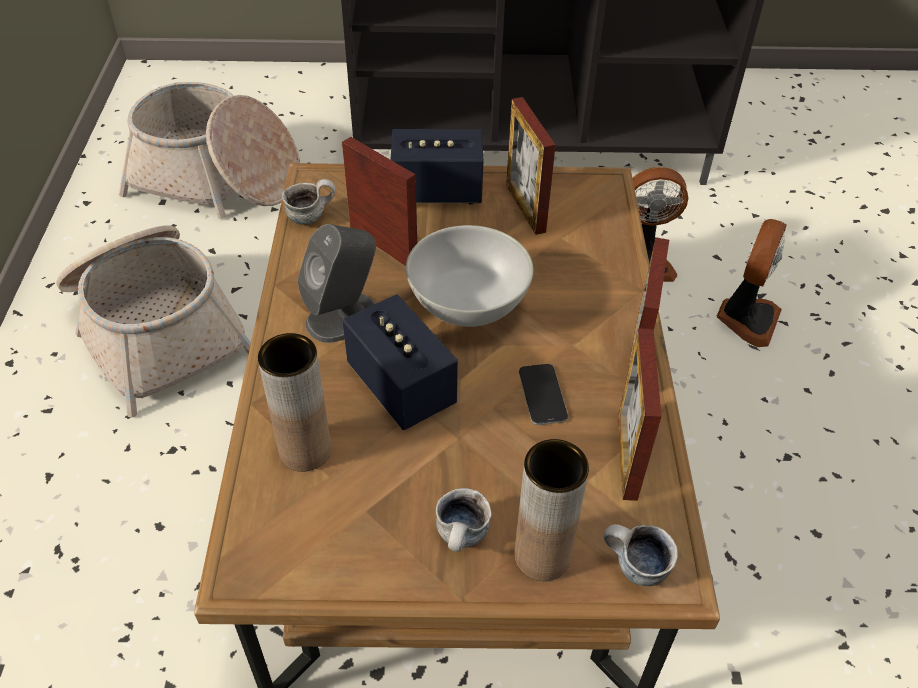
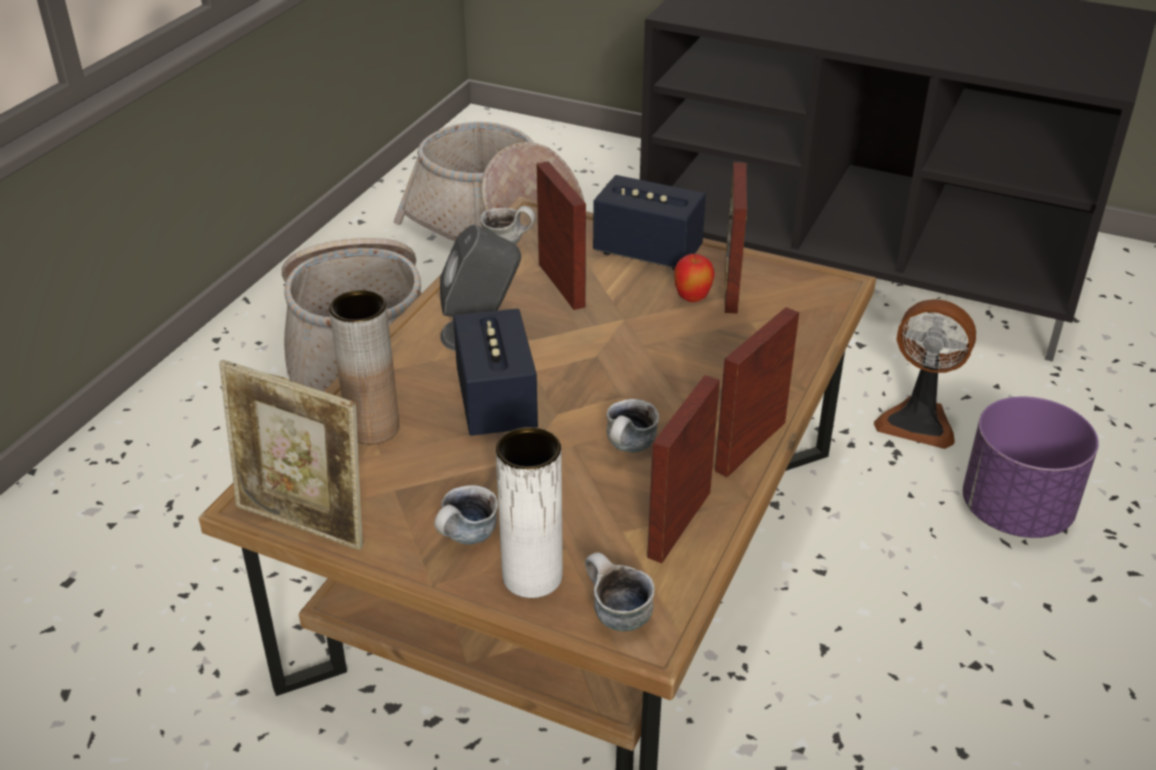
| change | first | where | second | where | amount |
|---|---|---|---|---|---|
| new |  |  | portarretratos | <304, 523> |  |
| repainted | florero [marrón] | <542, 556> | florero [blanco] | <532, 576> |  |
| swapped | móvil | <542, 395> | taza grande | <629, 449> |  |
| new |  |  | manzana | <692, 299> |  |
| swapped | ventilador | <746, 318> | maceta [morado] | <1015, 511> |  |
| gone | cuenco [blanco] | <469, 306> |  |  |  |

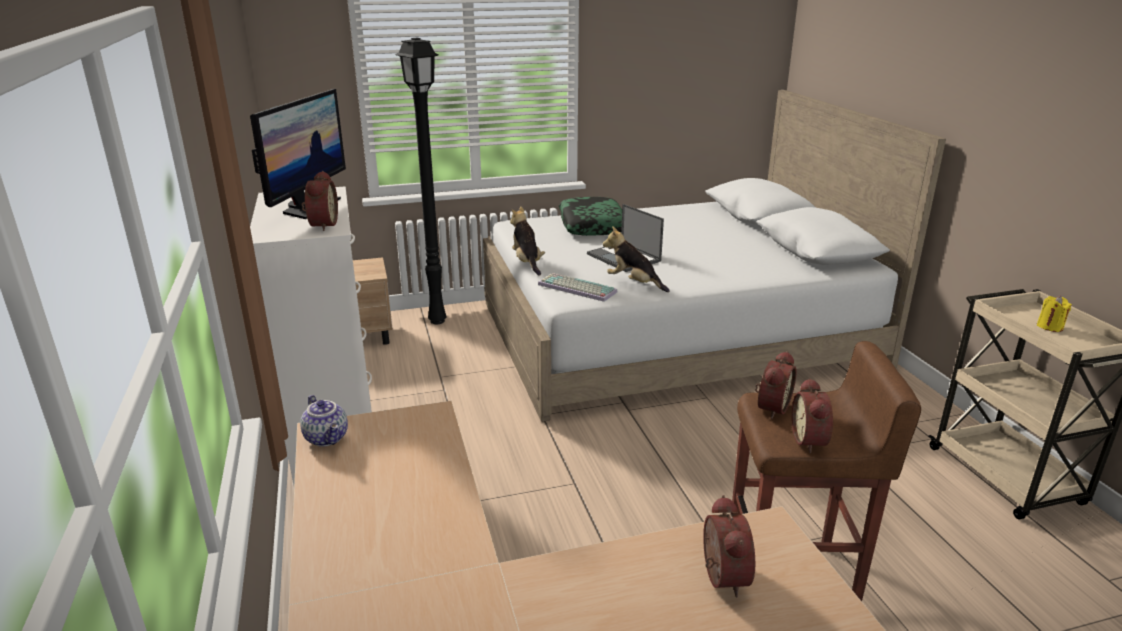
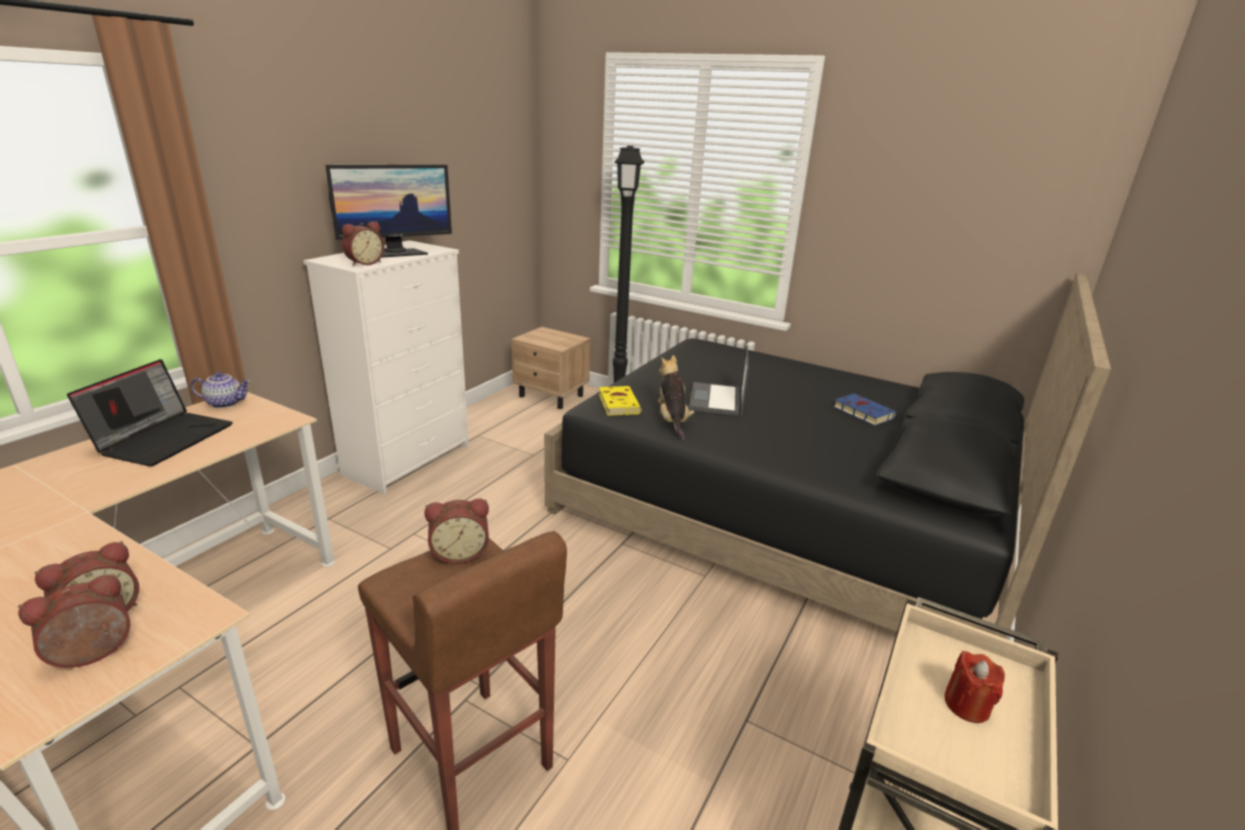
| change | first | where | second | where | amount |
|---|---|---|---|---|---|
| shifted | despertador | <811, 440> |  | <93, 655> |  |
| new |  |  | portátil | <164, 438> |  |
| rotated | tetera | <327, 438> |  | <226, 403> | 105 degrees counterclockwise |
| repainted | cama [blanco] | <674, 333> | cama [negro] | <785, 509> |  |
| swapped | teclado | <575, 288> | libro [amarillo] | <618, 403> |  |
| new |  |  | libro [azul] | <861, 412> |  |
| repainted | vela [amarillo] | <1050, 327> | vela [rojo] | <966, 705> |  |
| gone | peluche | <527, 262> |  |  |  |
| gone | cojín | <591, 225> |  |  |  |

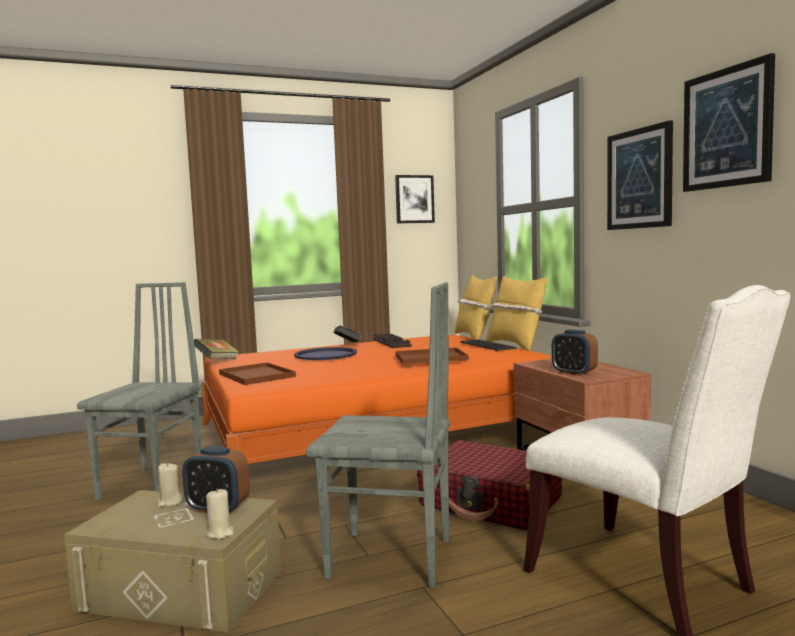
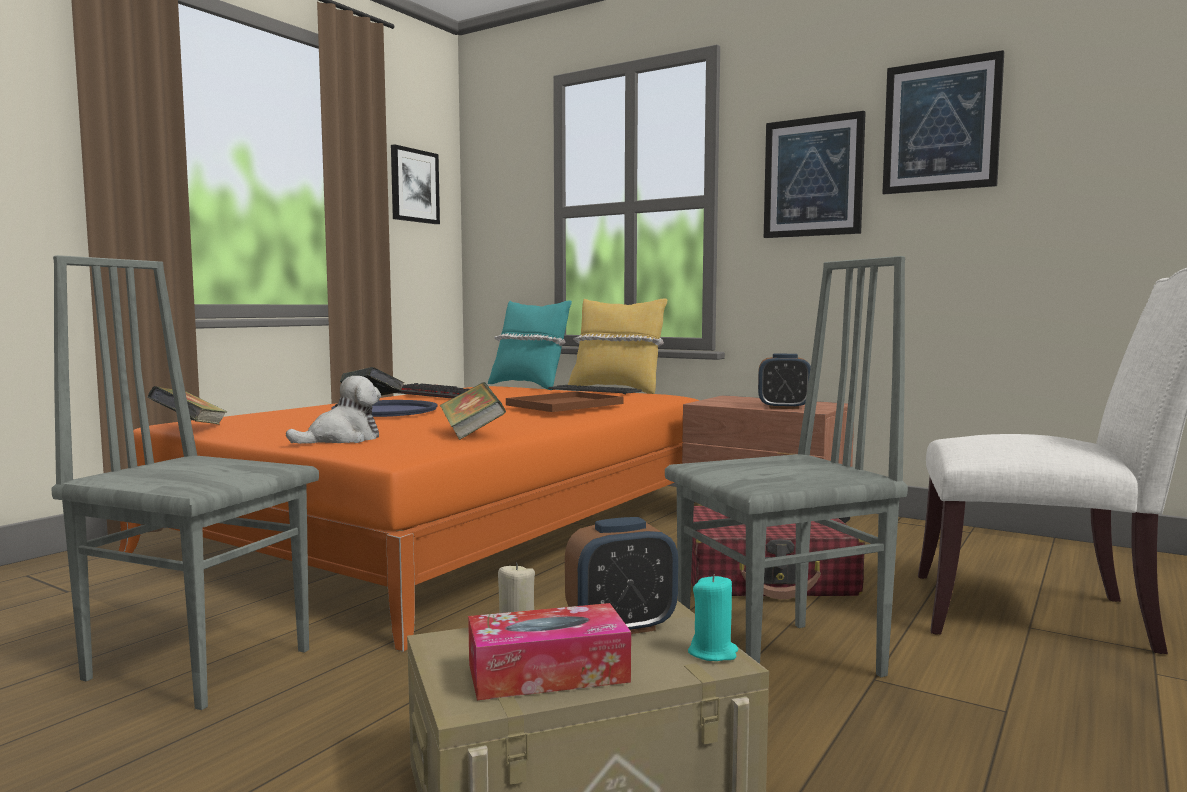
| change | first | where | second | where | amount |
|---|---|---|---|---|---|
| rotated | silla [gris] | <153, 485> |  | <200, 662> | 45 degrees counterclockwise |
| swapped | bandeja [marrón] | <255, 375> | peluche | <342, 439> |  |
| new |  |  | libro | <472, 434> |  |
| new |  |  | caja de pañuelos | <548, 673> |  |
| repainted | cojín [amarillo] | <475, 336> | cojín [turquesa] | <529, 386> |  |
| repainted | vela [beis] | <220, 533> | vela [turquesa] | <713, 652> |  |

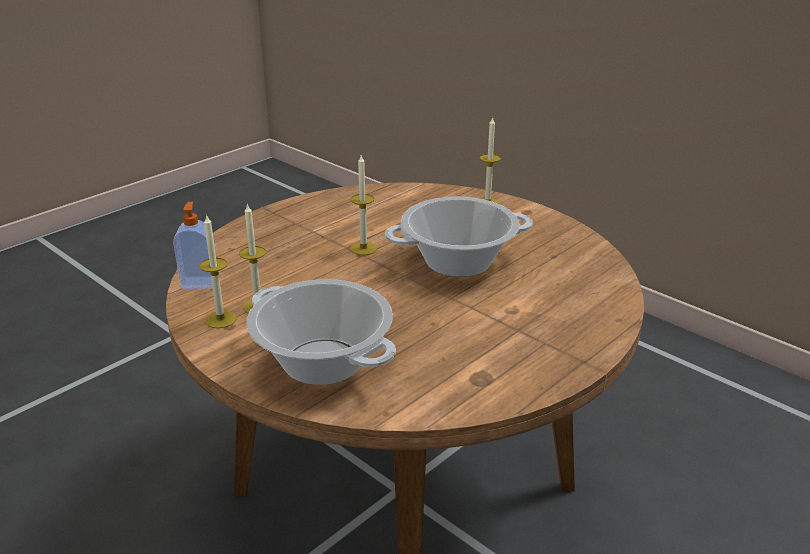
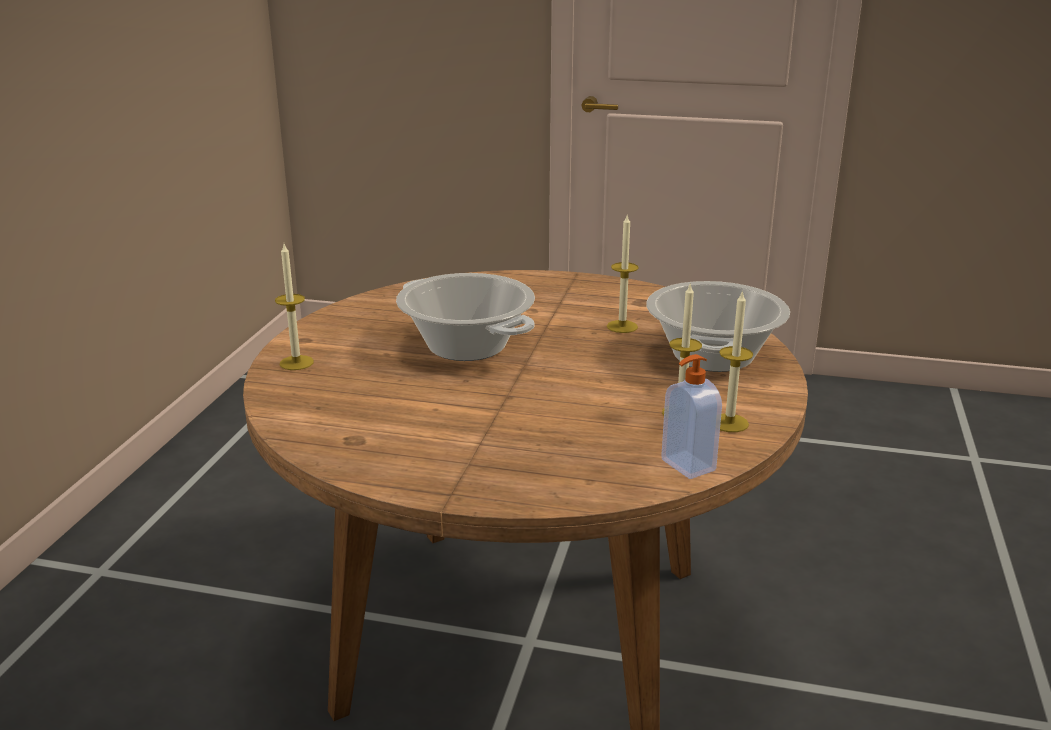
| change | first | where | second | where | amount |
|---|---|---|---|---|---|
| shifted | vela | <363, 248> |  | <622, 326> |  |

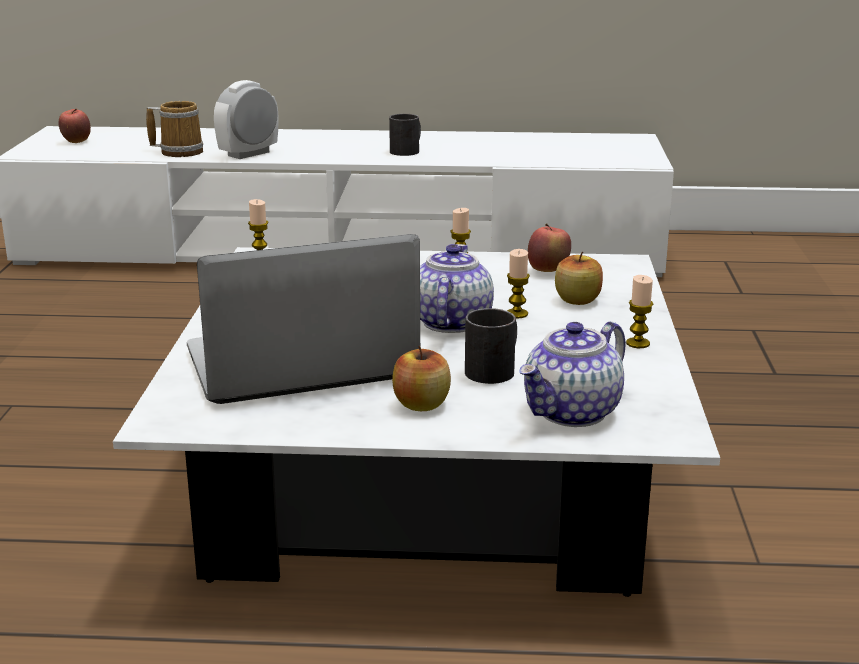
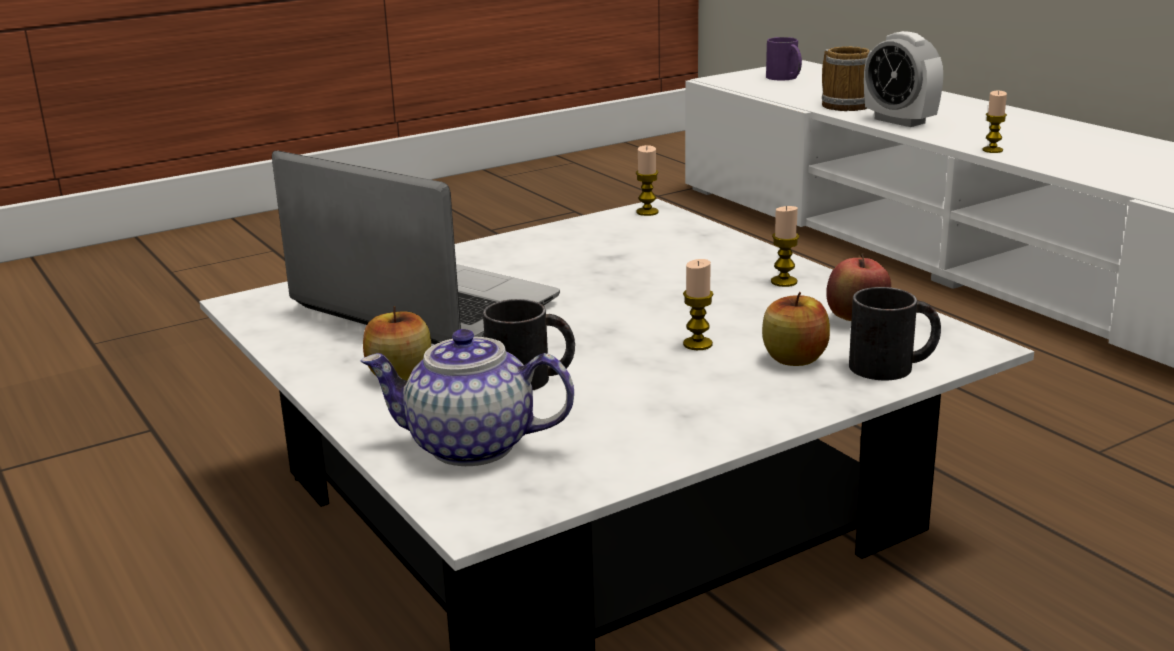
| change | first | where | second | where | amount |
|---|---|---|---|---|---|
| swapped | manzana | <76, 142> | taza grande [morado] | <785, 78> |  |
| shifted | taza grande [negro] | <408, 150> |  | <893, 366> |  |
| rotated | despertador | <248, 154> |  | <899, 121> | 135 degrees counterclockwise |
| shifted | vela | <638, 343> |  | <992, 150> |  |
| gone | tetera | <450, 322> |  |  |  |

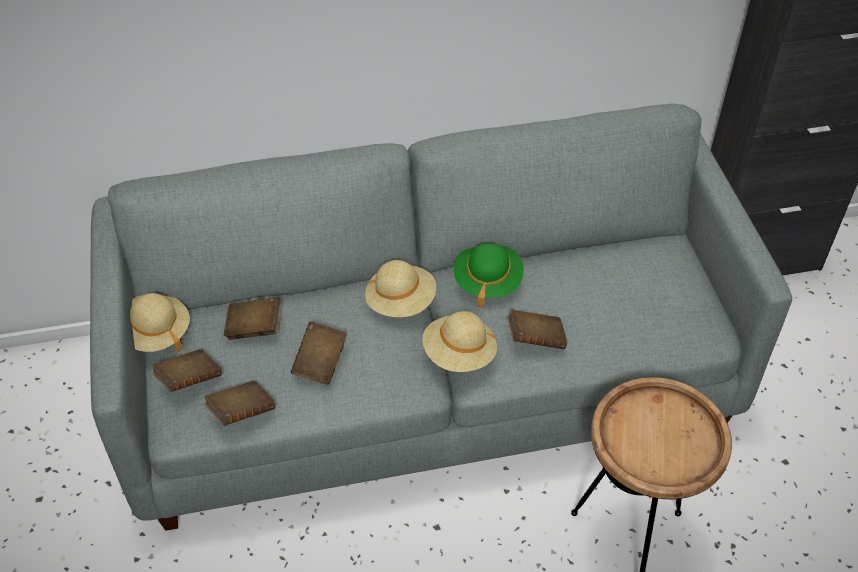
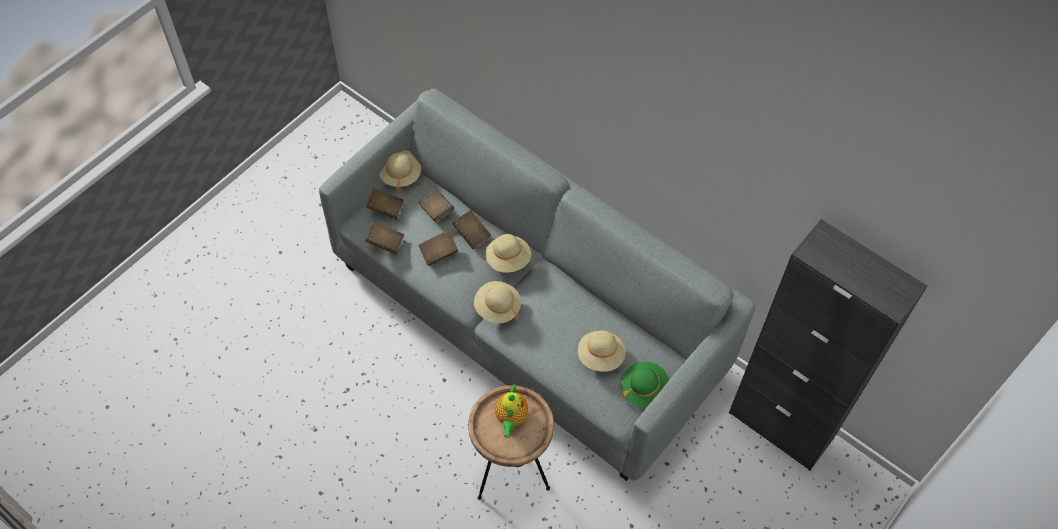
| change | first | where | second | where | amount |
|---|---|---|---|---|---|
| shifted | libro [marrón] | <535, 339> |  | <471, 235> |  |
| new |  |  | tetera | <511, 418> |  |
| new |  |  | sombrero [beis] | <600, 356> |  |
| shifted | sombrero [verde] | <487, 281> |  | <644, 389> |  |

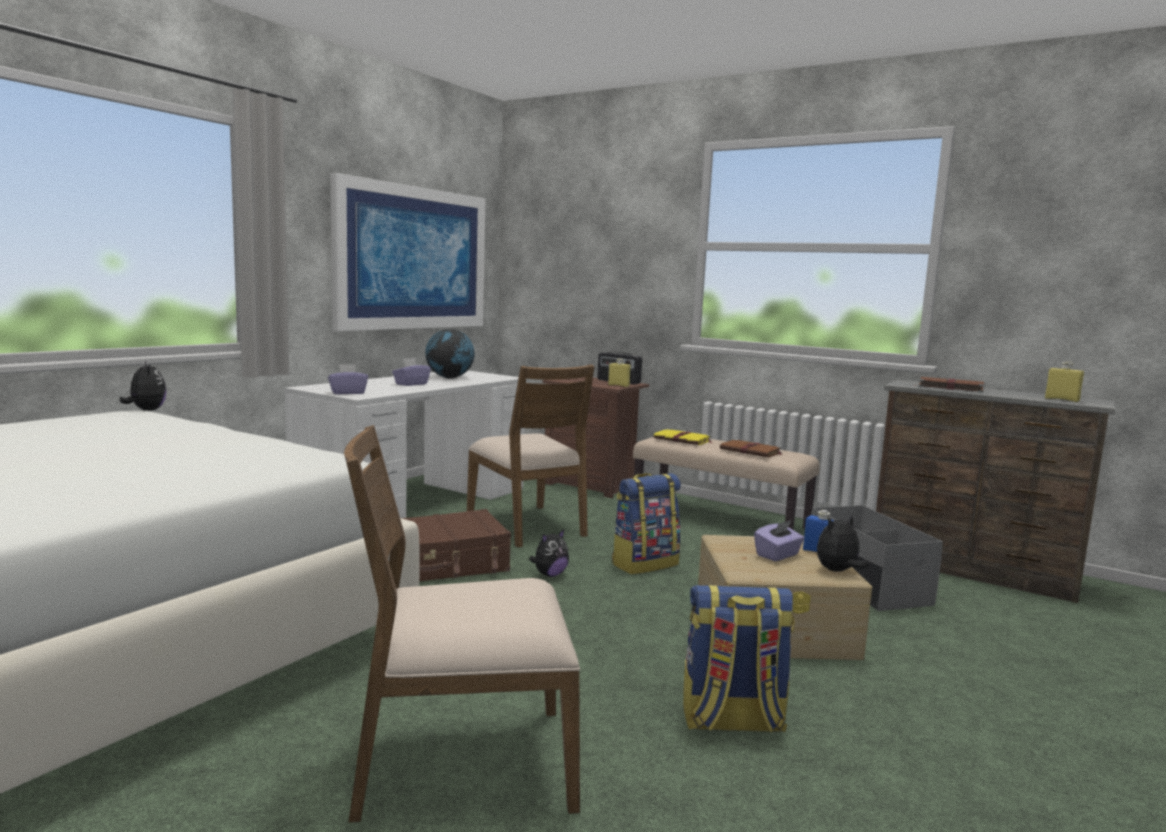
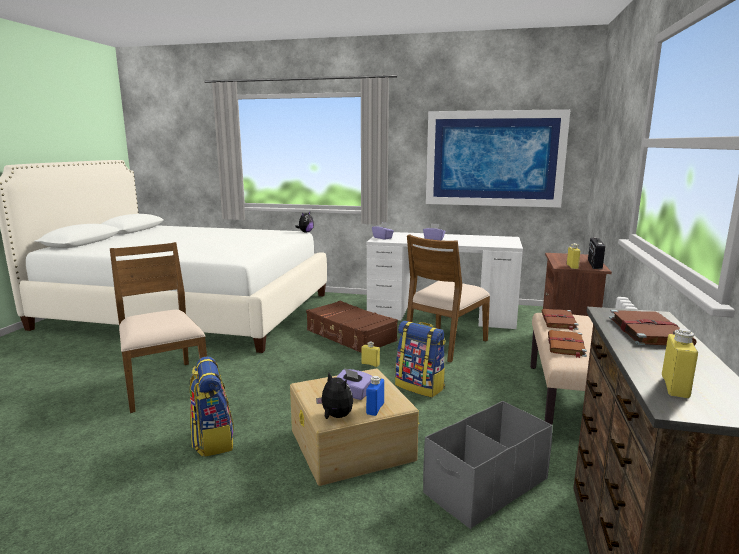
| change | first | where | second | where | amount |
|---|---|---|---|---|---|
| swapped | peluche | <549, 575> | botella [amarillo] | <370, 364> |  |
| repainted | libro [amarillo] | <683, 440> | libro [marrón] | <559, 321> |  |
| gone | globo terráqueo | <450, 377> |  |  |  |

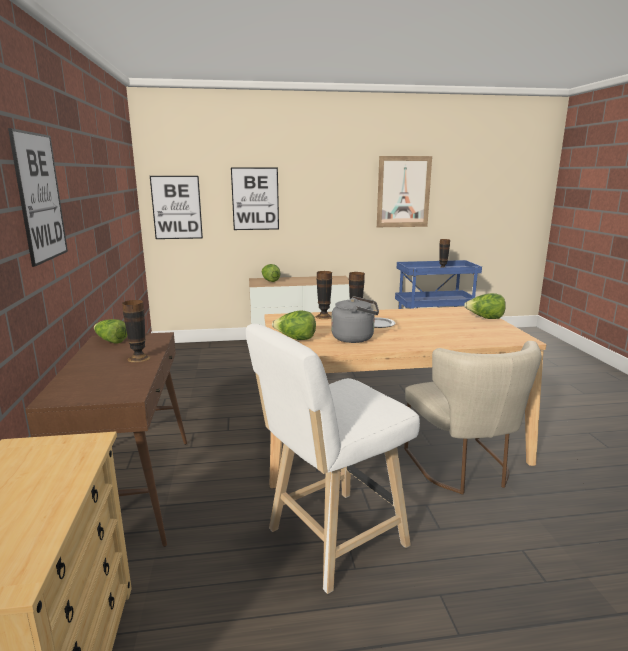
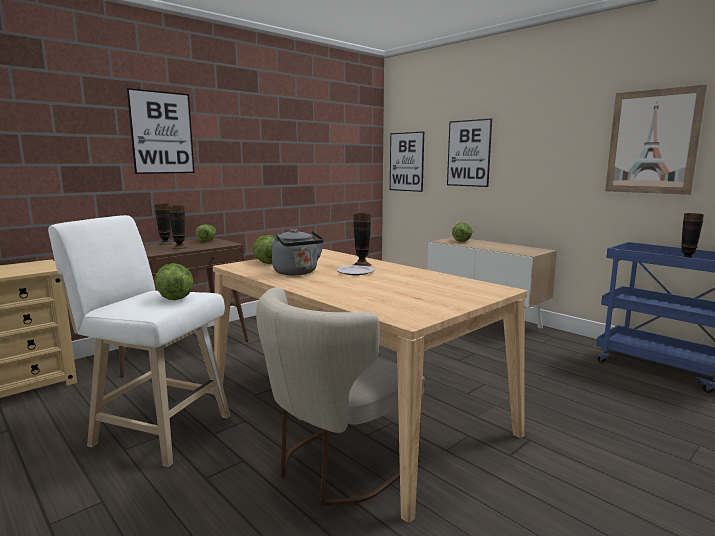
| change | first | where | second | where | amount |
|---|---|---|---|---|---|
| shifted | florero | <324, 316> |  | <165, 245> |  |
| shifted | lechuga | <485, 318> |  | <175, 297> |  |

